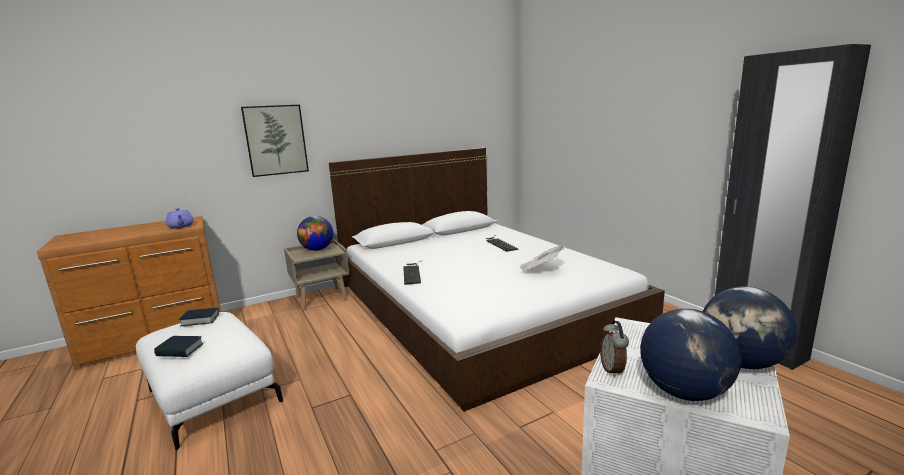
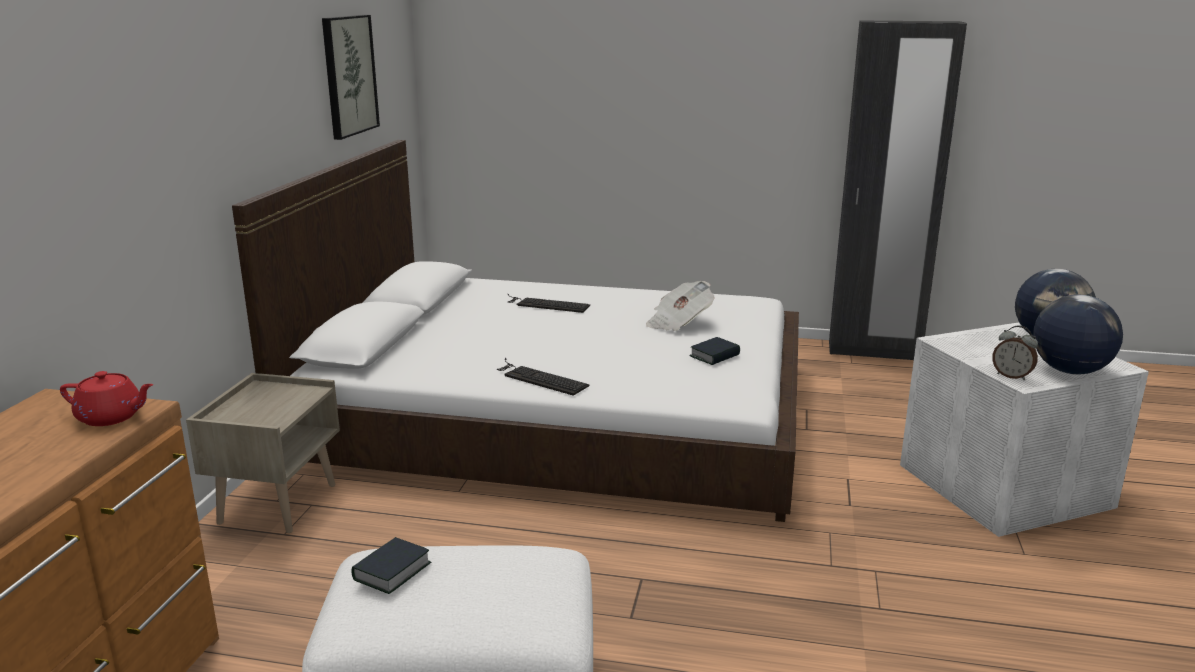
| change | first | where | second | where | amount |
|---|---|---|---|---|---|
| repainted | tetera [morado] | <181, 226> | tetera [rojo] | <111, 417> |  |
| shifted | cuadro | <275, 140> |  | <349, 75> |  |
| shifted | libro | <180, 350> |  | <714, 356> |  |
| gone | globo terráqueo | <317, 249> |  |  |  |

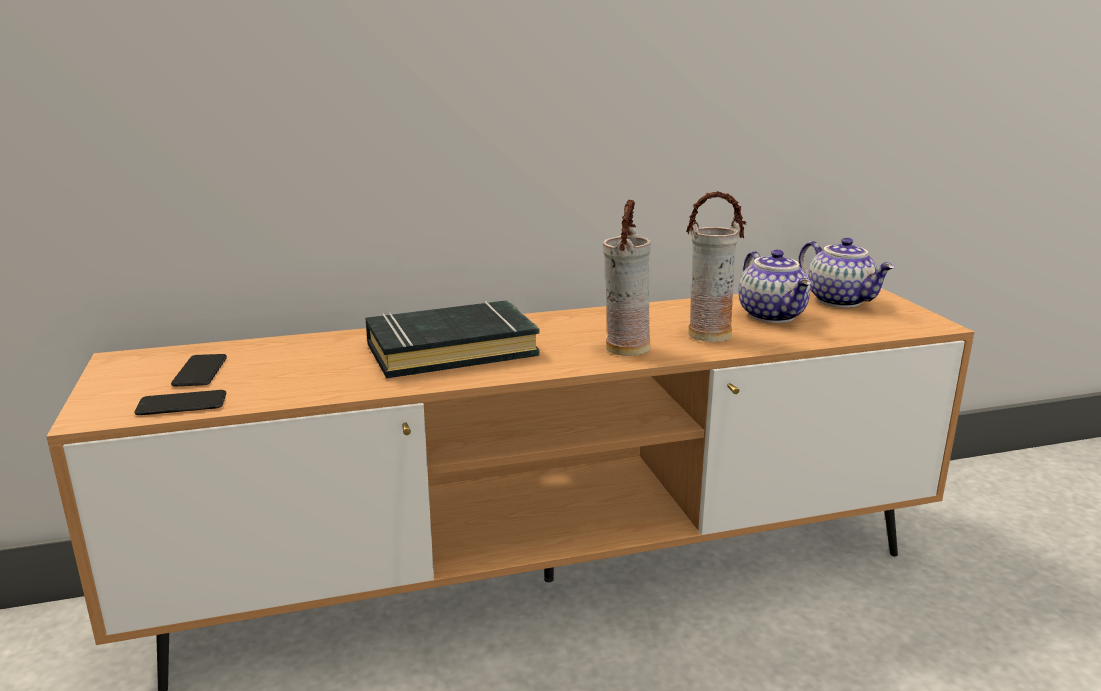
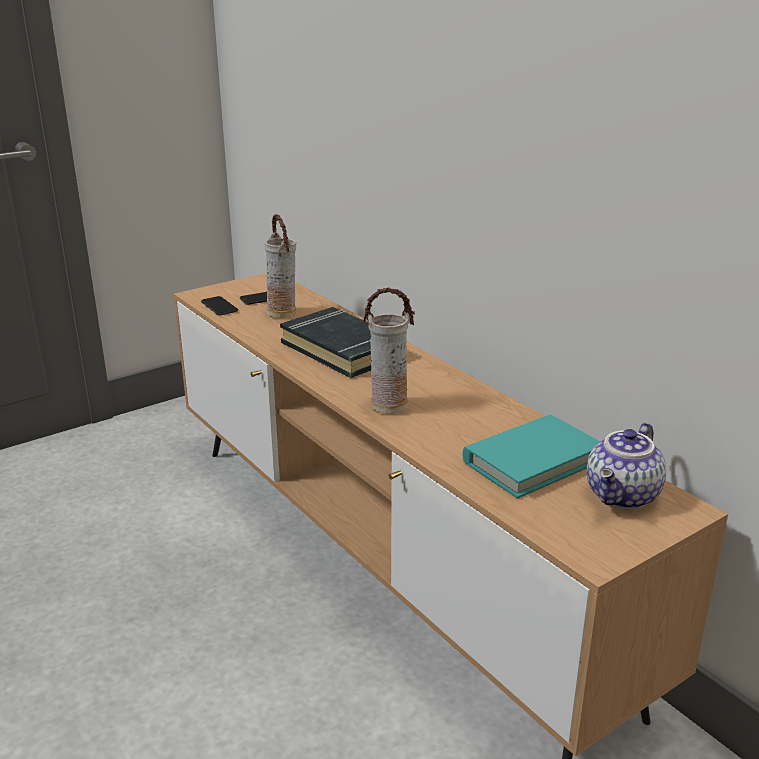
| change | first | where | second | where | amount |
|---|---|---|---|---|---|
| shifted | florero | <709, 335> |  | <283, 313> |  |
| swapped | tetera | <773, 315> | libro [turquesa] | <532, 461> |  |

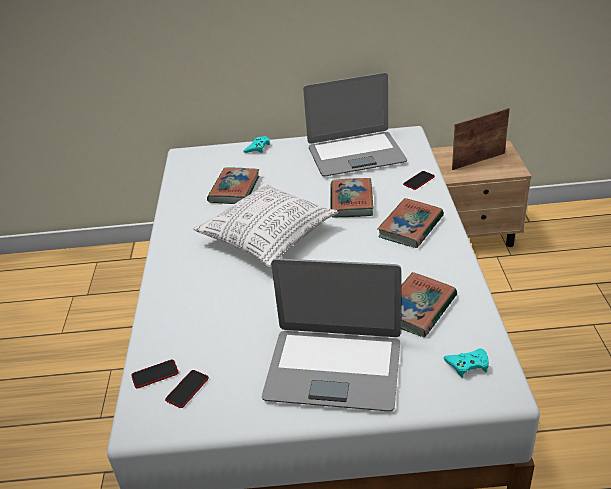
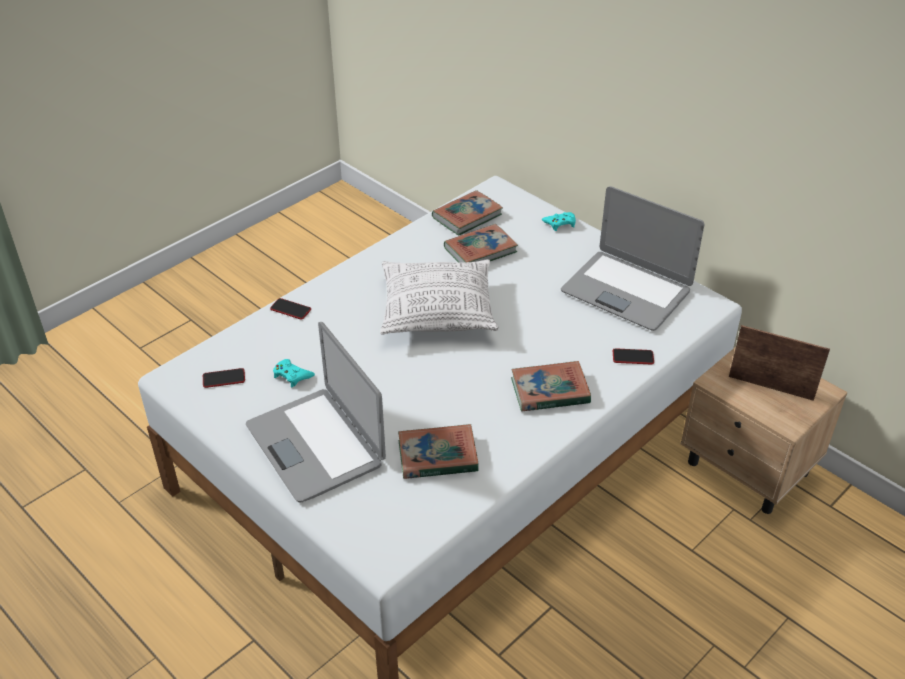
| change | first | where | second | where | amount |
|---|---|---|---|---|---|
| shifted | móvil | <155, 374> |  | <290, 309> |  |
| shifted | mando de consola [turquesa] | <468, 365> |  | <292, 375> |  |
| shifted | libro | <351, 201> |  | <467, 216> |  |

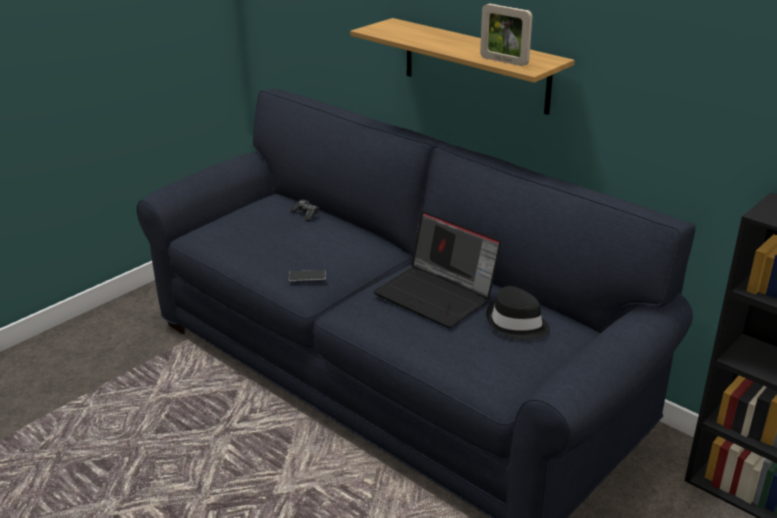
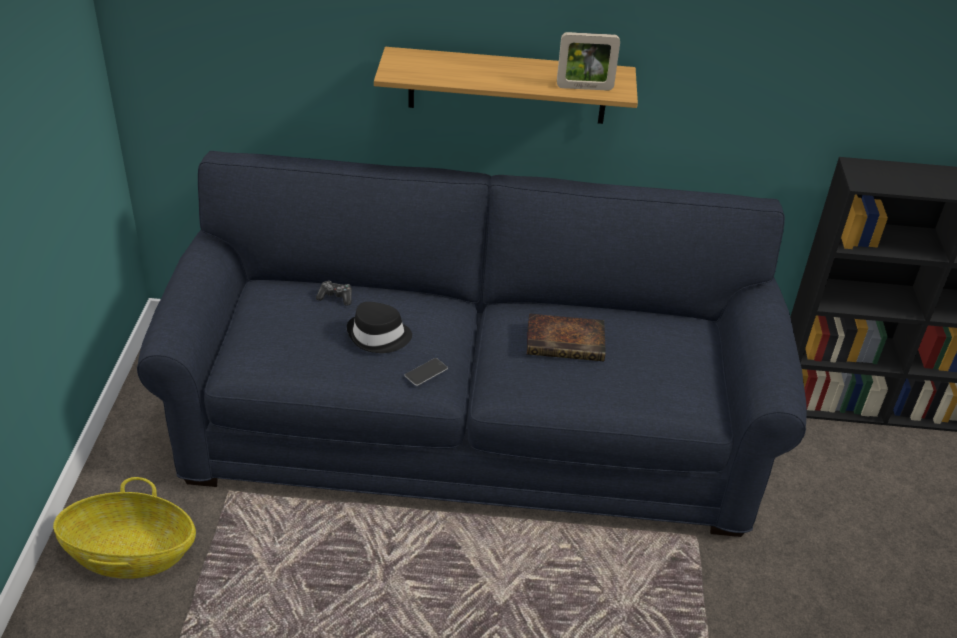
| change | first | where | second | where | amount |
|---|---|---|---|---|---|
| new |  |  | cesta | <131, 553> |  |
| shifted | sombrero [negro] | <516, 324> |  | <378, 336> |  |
| swapped | portátil | <437, 295> | libro | <567, 342> |  |

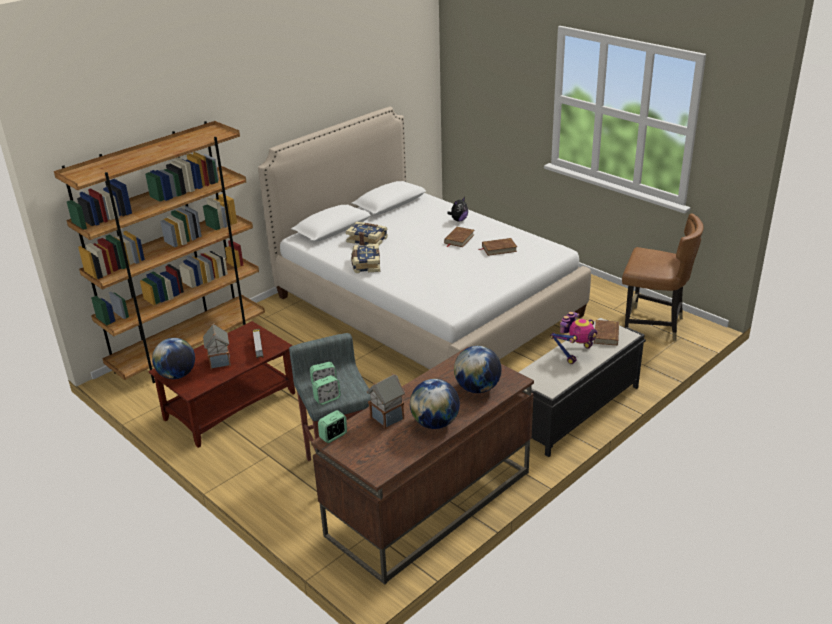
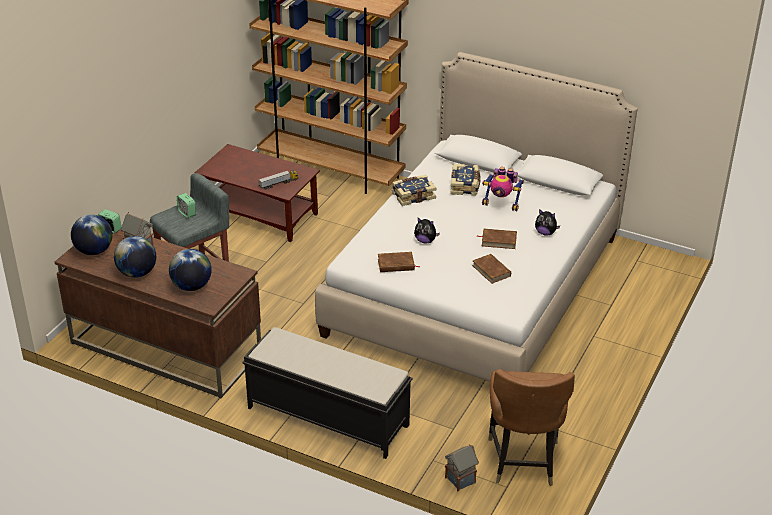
| change | first | where | second | where | amount |
|---|---|---|---|---|---|
| shifted | globo terráqueo | <177, 375> |  | <94, 251> |  |
| shifted | libro [marrón] | <606, 335> |  | <396, 265> |  |
| new |  |  | peluche | <425, 241> |  |
| shifted | casita | <219, 362> |  | <460, 479> |  |
| shifted | robot de juguete | <574, 353> |  | <501, 204> |  |
| gone | despertador | <327, 399> |  |  |  |

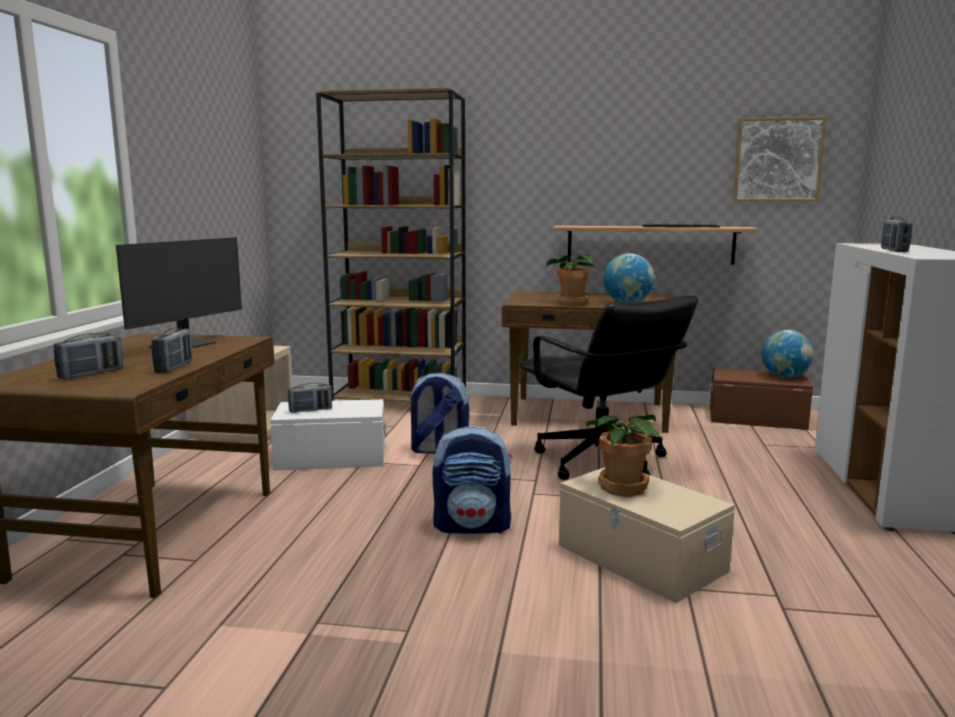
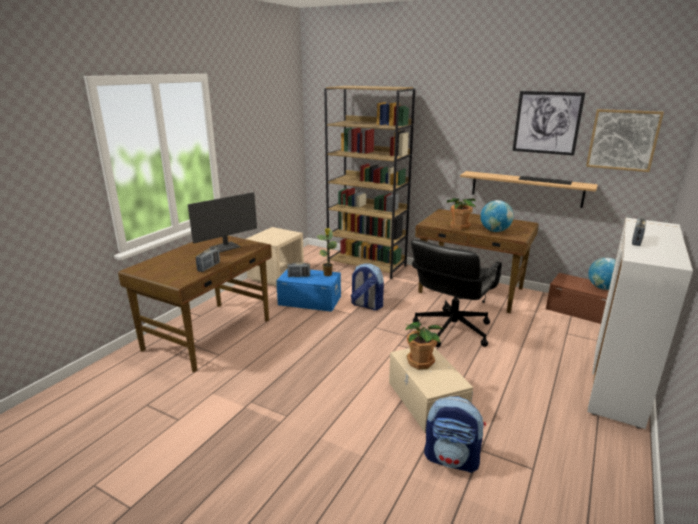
| change | first | where | second | where | amount |
|---|---|---|---|---|---|
| repainted | caja de almacenaje [blanco] | <331, 456> | caja de almacenaje [azul] | <309, 300> |  |
| new |  |  | planta en maceta | <327, 275> |  |
| rotated | silla de oficina [negro] | <601, 463> |  | <451, 330> | 45 degrees clockwise |
| shifted | mochila | <473, 526> |  | <452, 459> |  |
| new |  |  | cuadro | <547, 123> |  |
| gone | radio | <91, 374> |  |  |  |

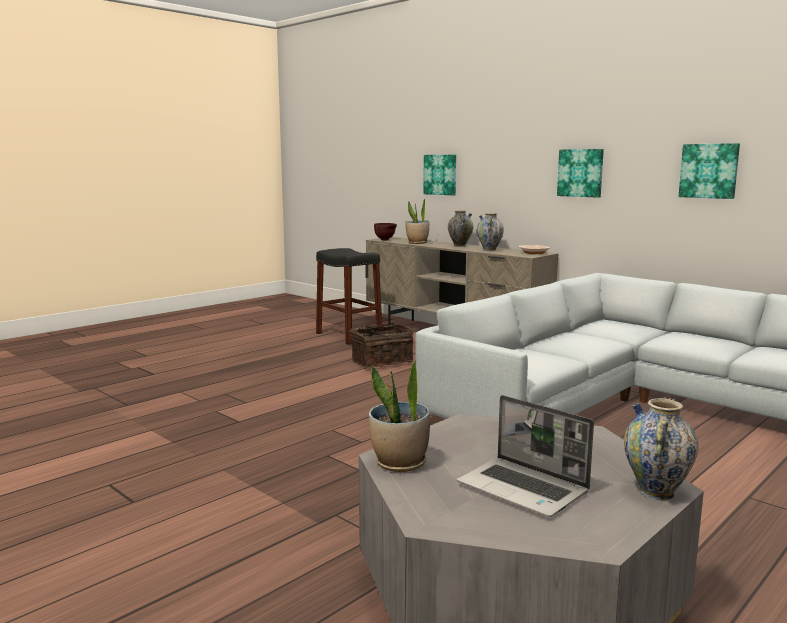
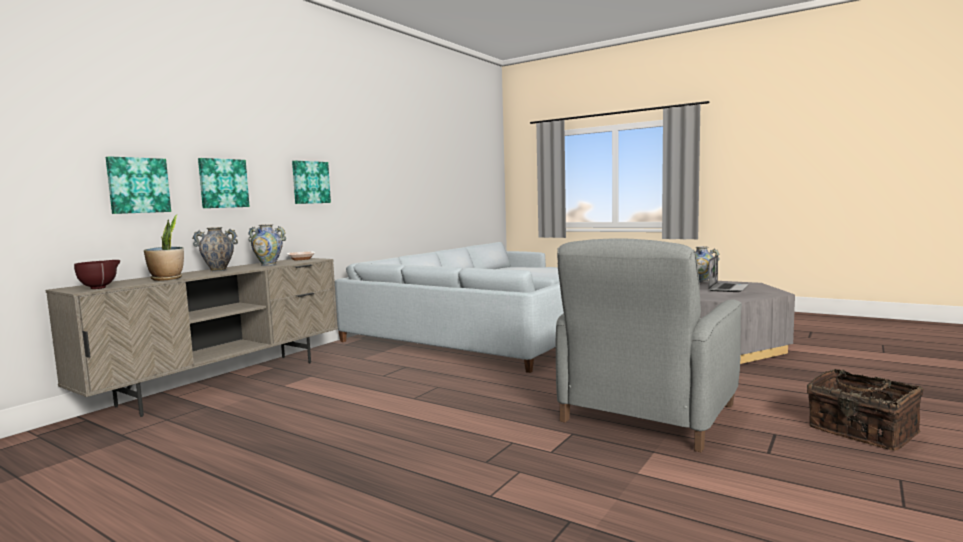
| change | first | where | second | where | amount |
|---|---|---|---|---|---|
| shifted | cuadro | <709, 171> |  | <223, 183> |  |
| new |  |  | sillón [gris] | <647, 414> |  |
| shifted | cesta | <381, 361> |  | <861, 431> |  |
| gone | taburete [negro] | <349, 335> |  |  |  |
| gone | planta en maceta | <400, 463> |  |  |  |

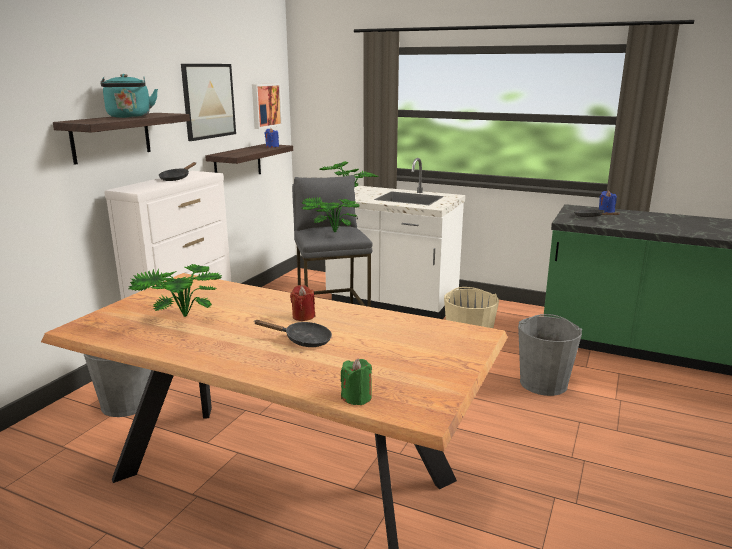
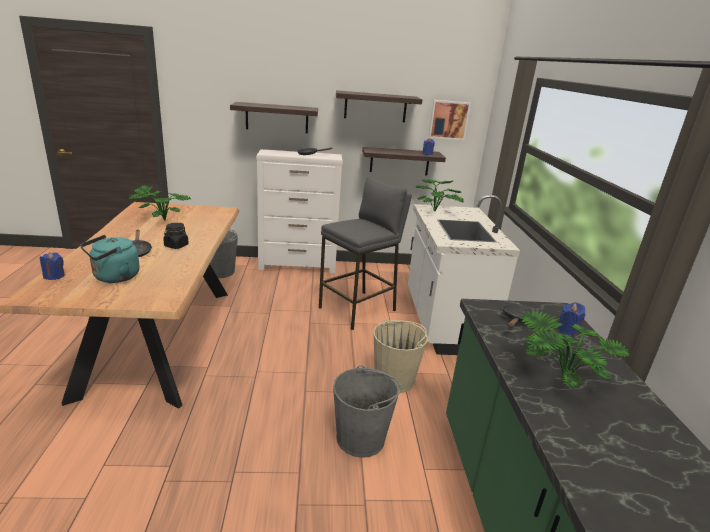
| change | first | where | second | where | amount |
|---|---|---|---|---|---|
| repainted | vela [verde] | <356, 397> | vela [azul] | <54, 276> |  |
| shifted | hervidor [turquesa] | <129, 117> |  | <114, 277> |  |
| swapped | vela [rojo] | <303, 316> | tarro [negro] | <176, 246> |  |
| swapped | cuadro | <208, 101> | estante | <375, 107> |  |
| shifted | planta en maceta | <331, 232> |  | <557, 377> |  |

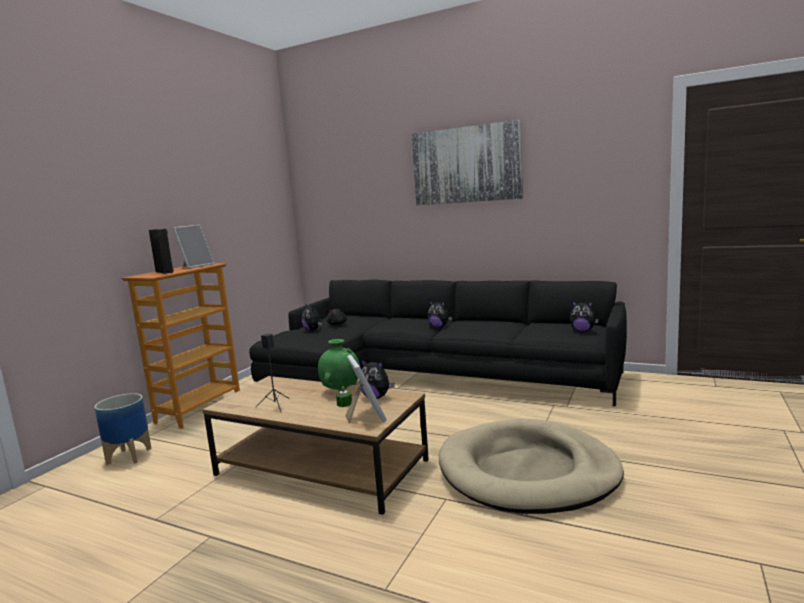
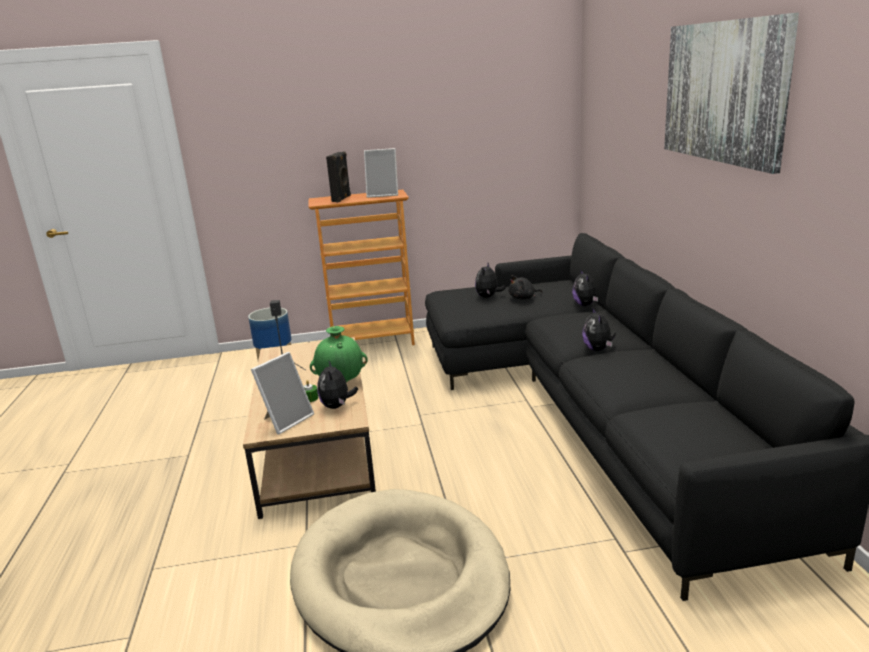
| change | first | where | second | where | amount |
|---|---|---|---|---|---|
| shifted | peluche | <582, 330> |  | <585, 305> |  |

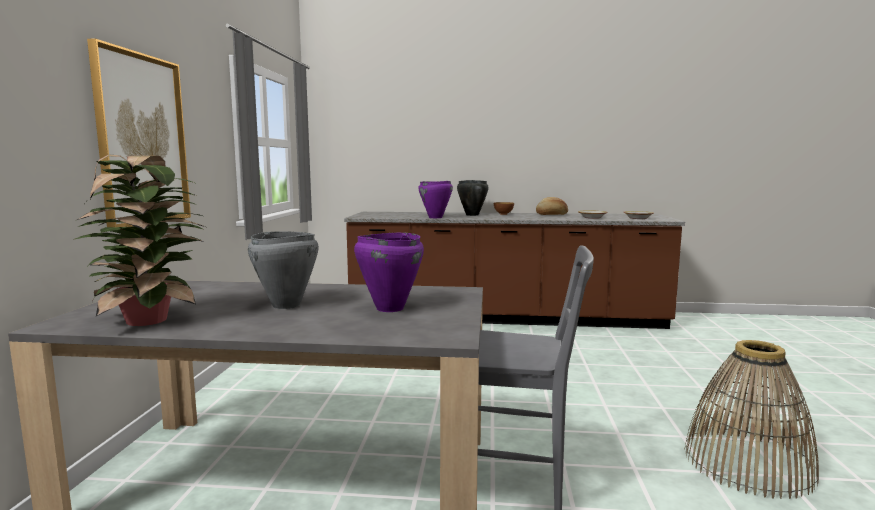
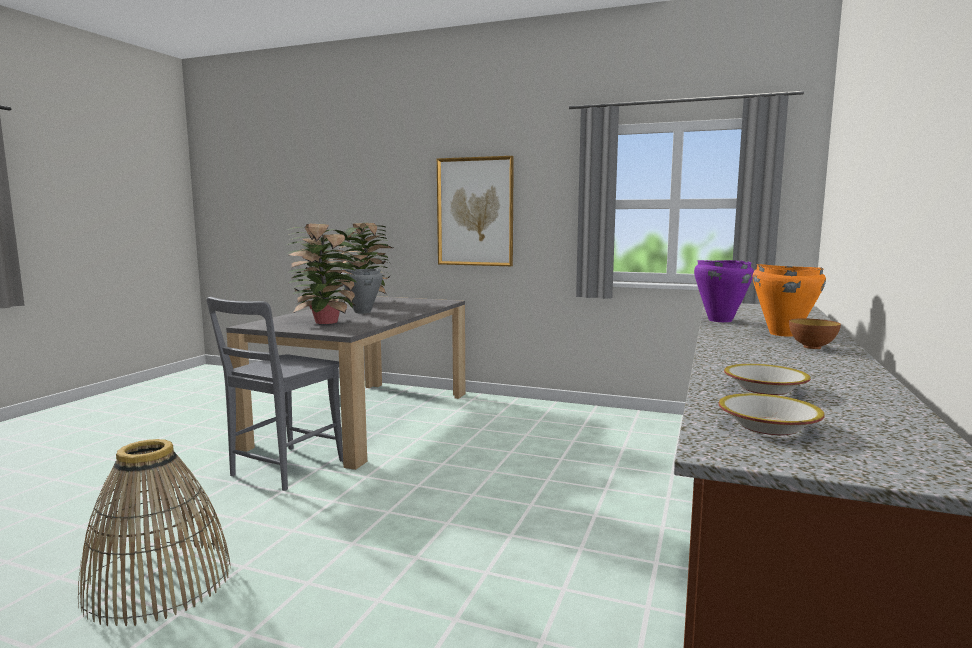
| change | first | where | second | where | amount |
|---|---|---|---|---|---|
| swapped | olla [morado] | <389, 308> | planta en maceta | <325, 321> |  |
| repainted | olla [negro] | <472, 215> | olla [naranja] | <782, 334> |  |
| gone | pan | <552, 214> |  |  |  |

